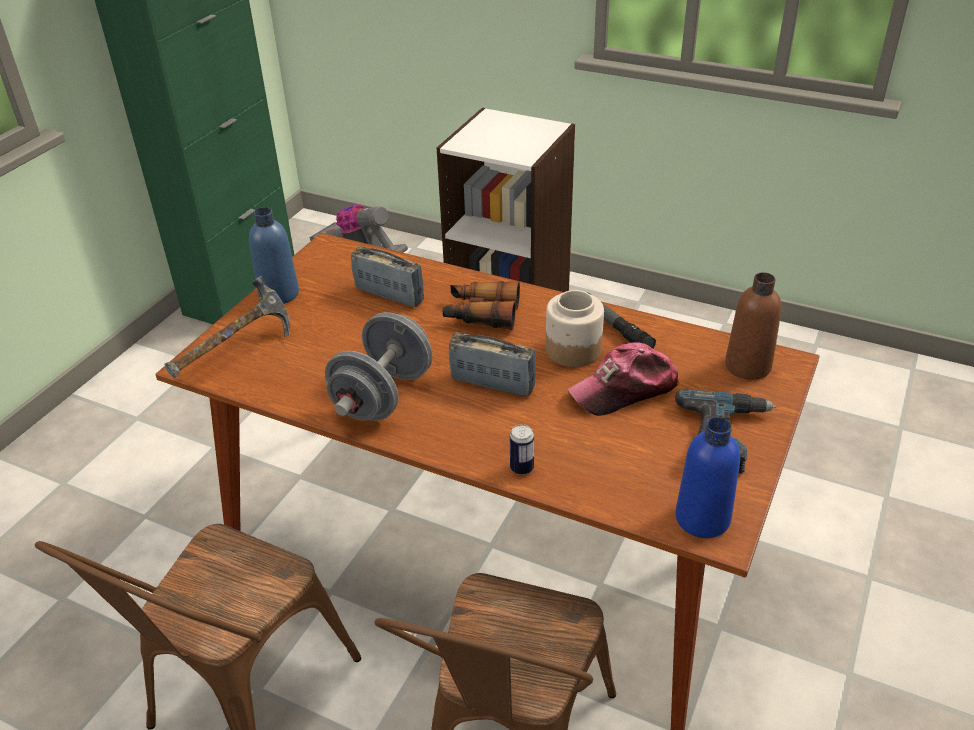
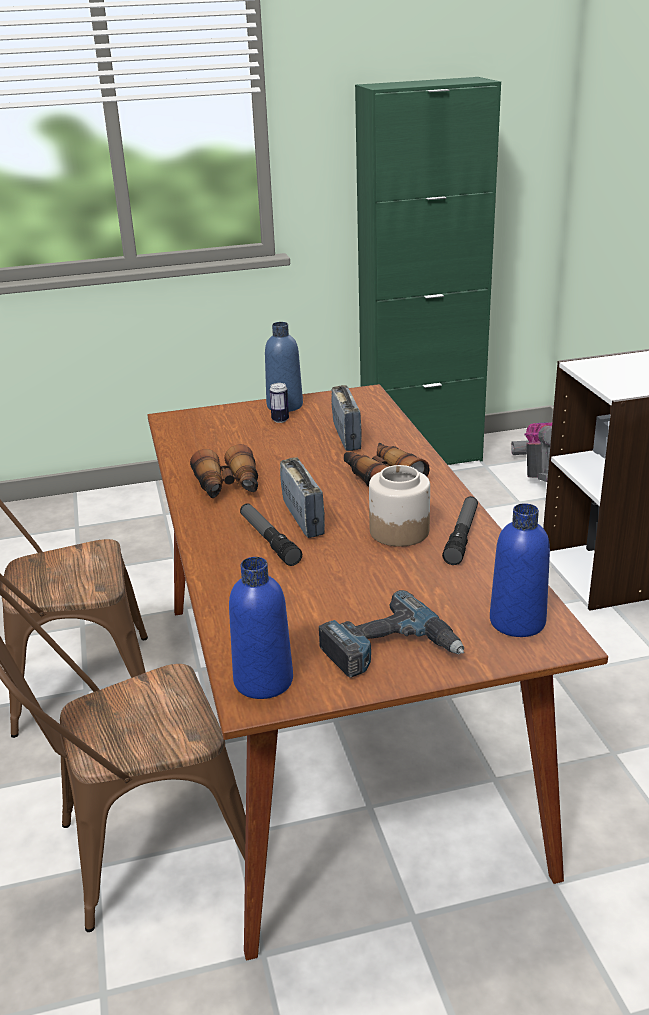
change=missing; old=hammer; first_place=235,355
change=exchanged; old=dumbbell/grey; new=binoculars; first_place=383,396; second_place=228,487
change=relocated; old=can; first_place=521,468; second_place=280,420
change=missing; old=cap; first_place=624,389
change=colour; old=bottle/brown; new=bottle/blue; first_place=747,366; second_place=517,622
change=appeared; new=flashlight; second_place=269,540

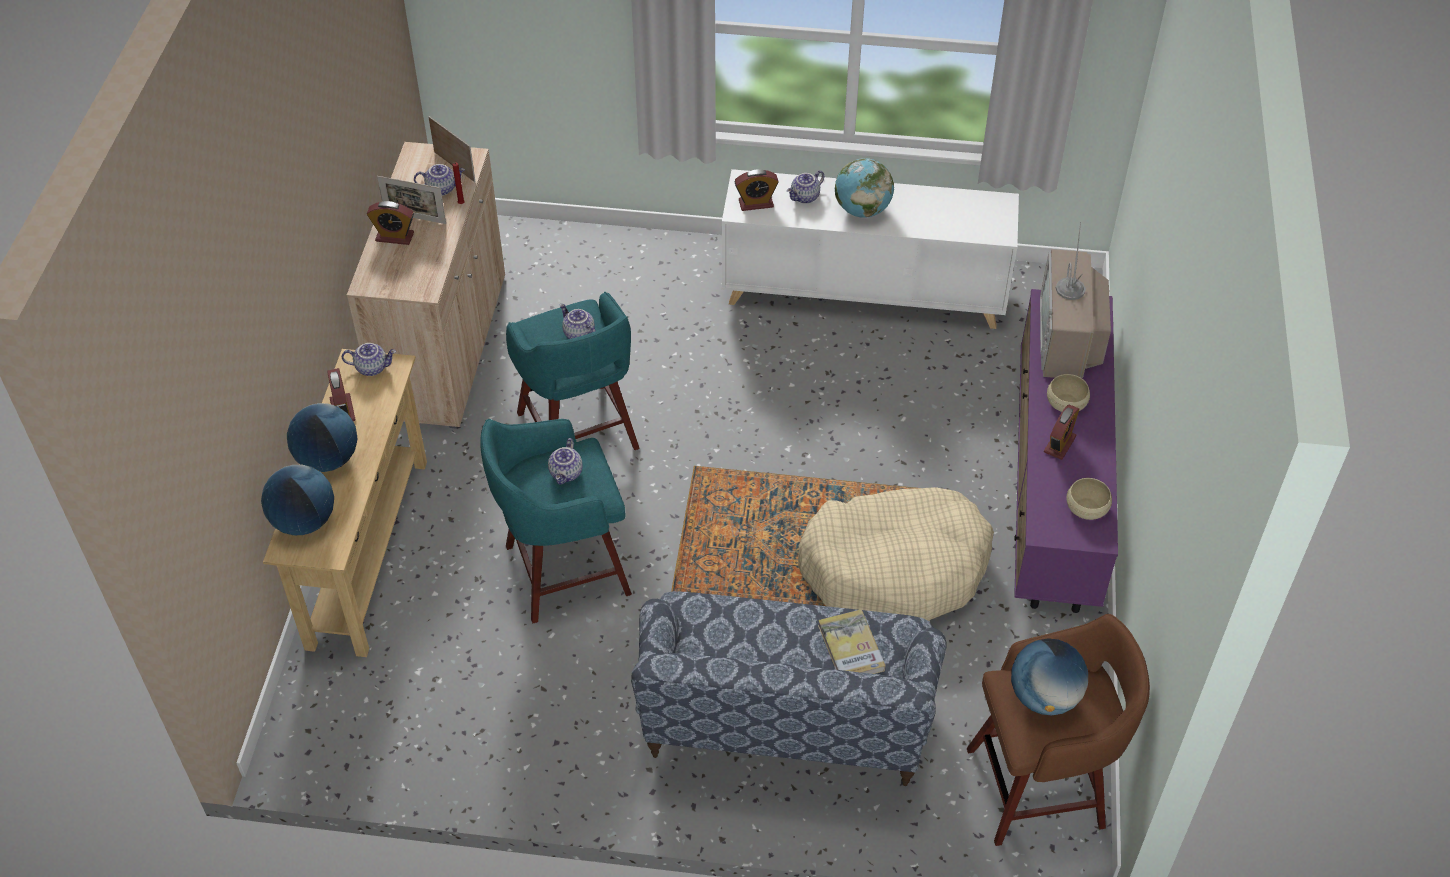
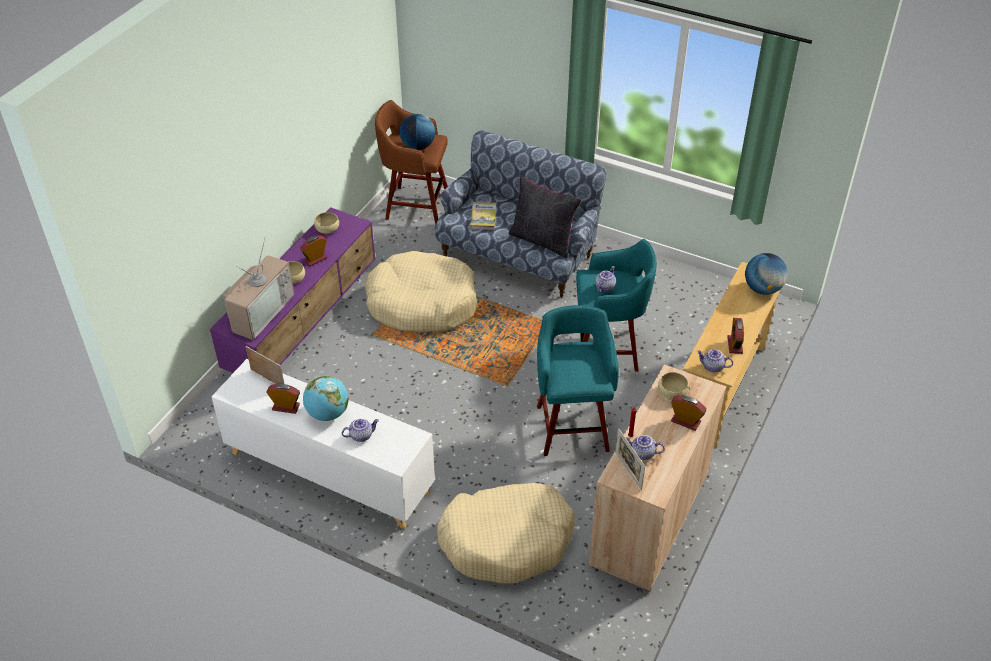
change=missing; old=globe; first_place=328,459
change=relocated; old=picture frame; first_place=415,217; second_place=267,379
change=missing; old=teapot; first_place=578,334
change=relocated; old=alarm clock; first_place=756,203; second_place=286,407
change=appeared; new=dog bed/beige; second_place=507,540
change=appeared; new=pillow/black; second_place=542,240
change=appeared; new=bowl/beige; second_place=672,392

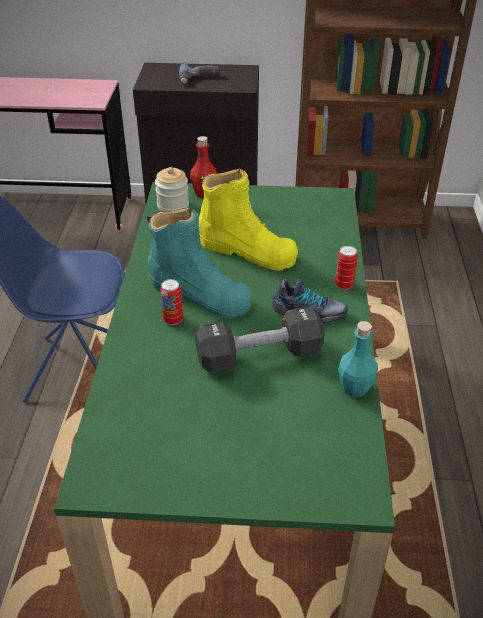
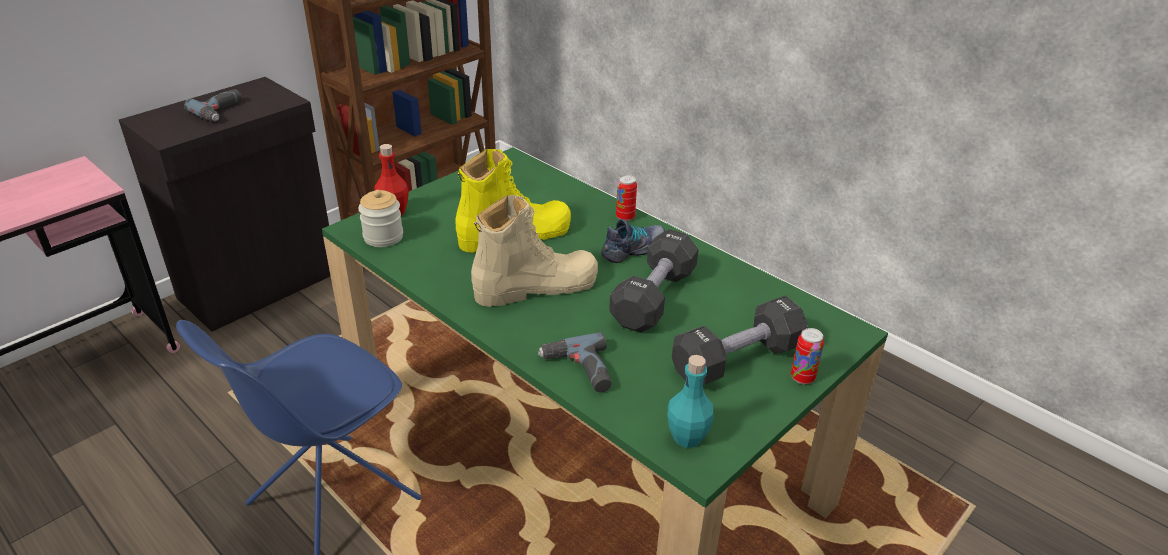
change=colour; old=boot/turquoise; new=boot/beige; first_place=200,294; second_place=536,287
change=relocated; old=can; first_place=173,320; second_place=802,378
change=relocated; old=bottle/turquoise; first_place=354,388; second_place=687,437
change=appeared; new=power drill; second_place=578,371
change=appeared; new=dumbbell/black; second_place=737,360

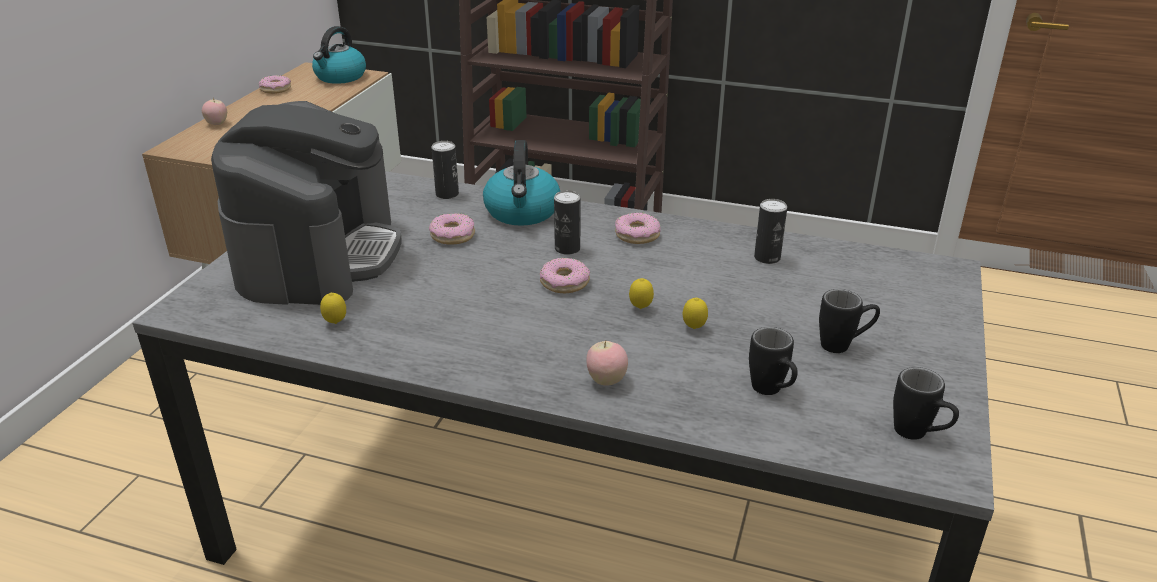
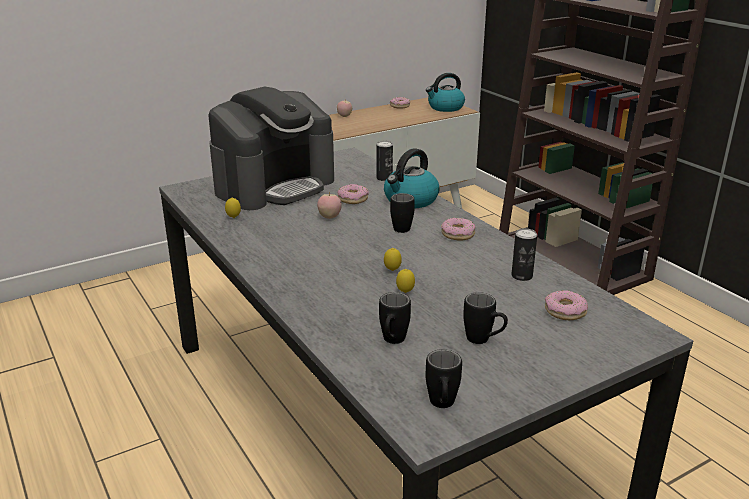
change=relocated; old=donut; first_place=564,282; second_place=565,311
change=exchanged; old=can; new=mug/black; first_place=567,248; second_place=403,226
change=relocated; old=apple; first_place=606,381; second_place=329,217

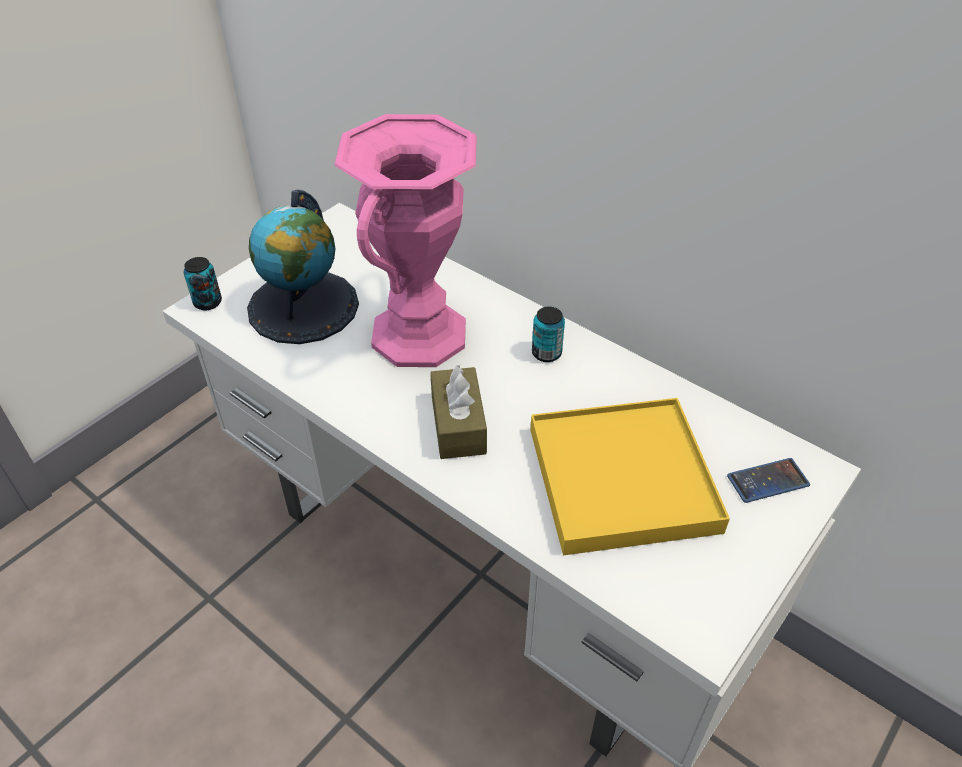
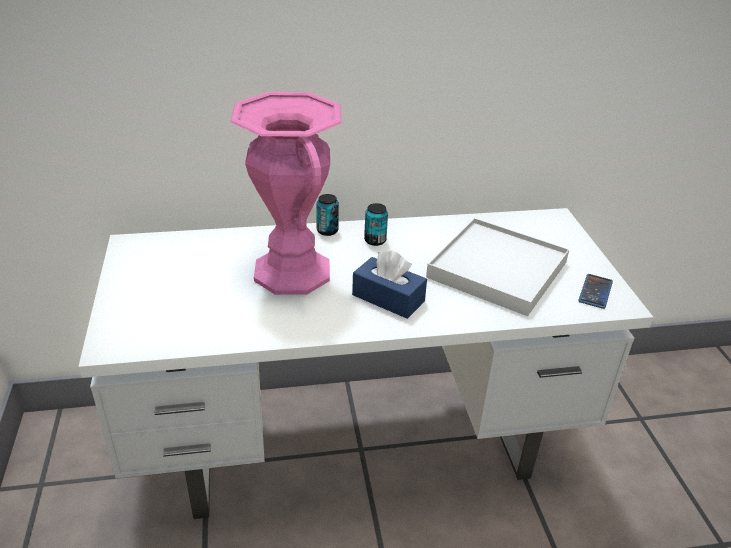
change=relocated; old=can; first_place=208,302; second_place=327,231
change=missing; old=globe; first_place=303,306
change=colour; old=tissue box/brown; new=tissue box/blue; first_place=458,424; second_place=388,298
change=colour; old=tray/yellow; new=tray/white; first_place=622,479; second_place=497,269
change=relocated; old=phone; first_place=767,481; second_place=595,291

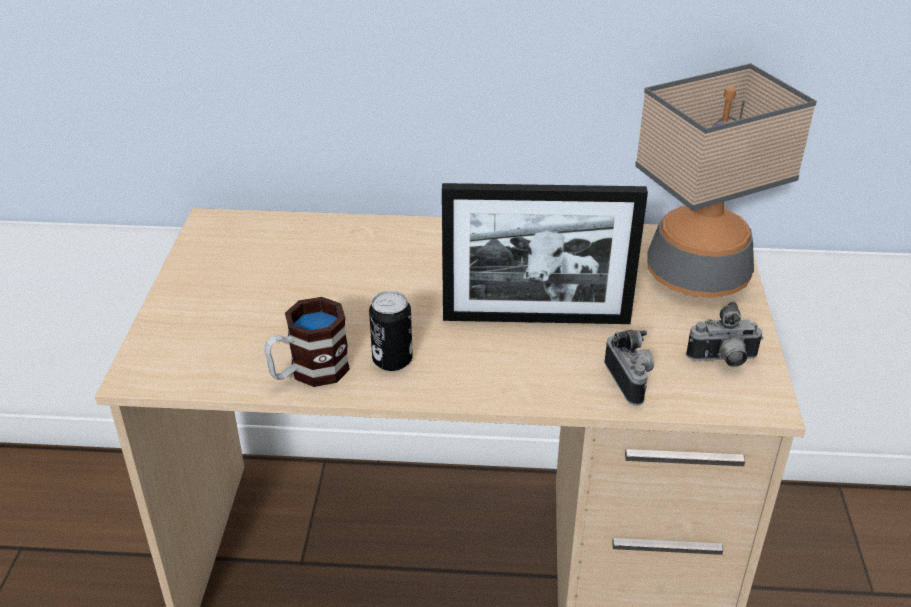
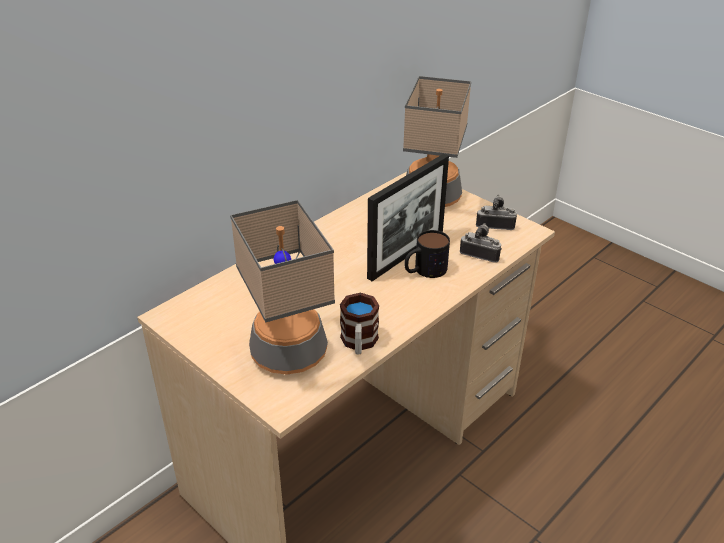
change=missing; old=can; first_place=392,360
change=spun; old=photo camera; first_place=723,361; second_place=495,225; degrees=-120
change=appeared; new=table lamp; second_place=289,353
change=appeared; new=mug; second_place=424,270

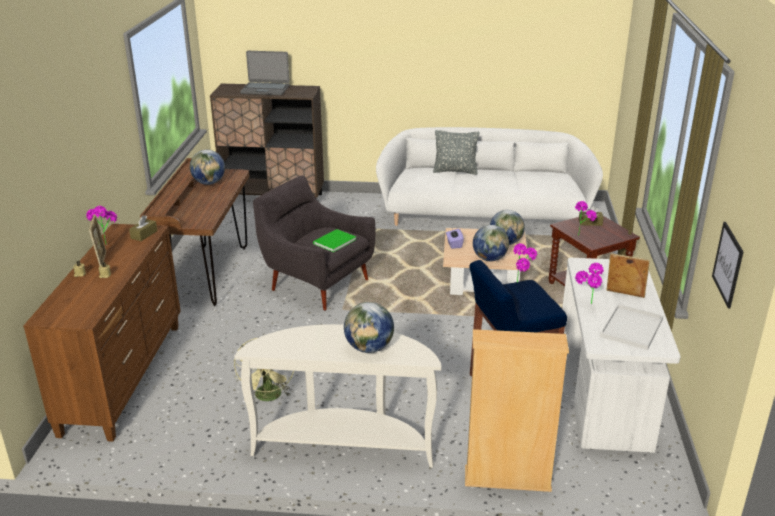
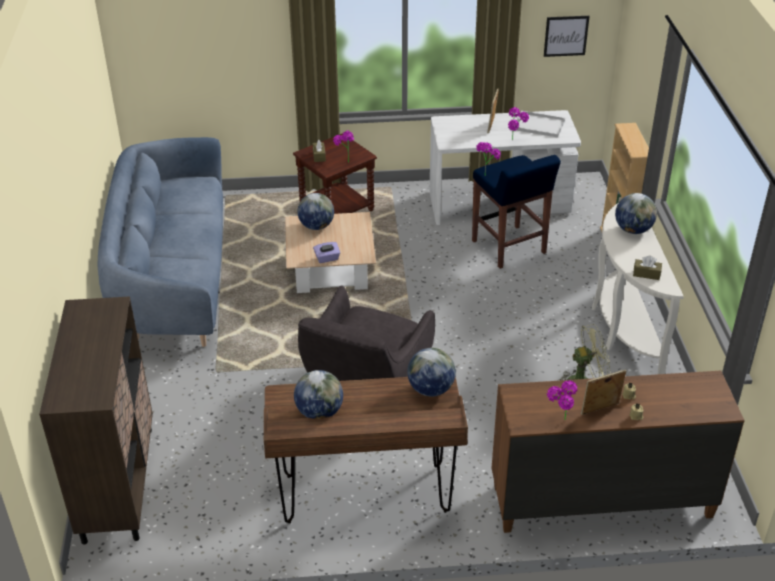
change=relocated; old=tissue box/brown; first_place=144,234; second_place=646,274
change=missing; old=laptop; first_place=265,89
change=missing; old=book/green; first_place=333,242
change=colour; old=sofa/white; new=sofa/blue; first_place=484,216; second_place=174,277
change=missing; old=pillow/grey; first_place=455,171
change=relocated; old=globe; first_place=489,259; second_place=430,389

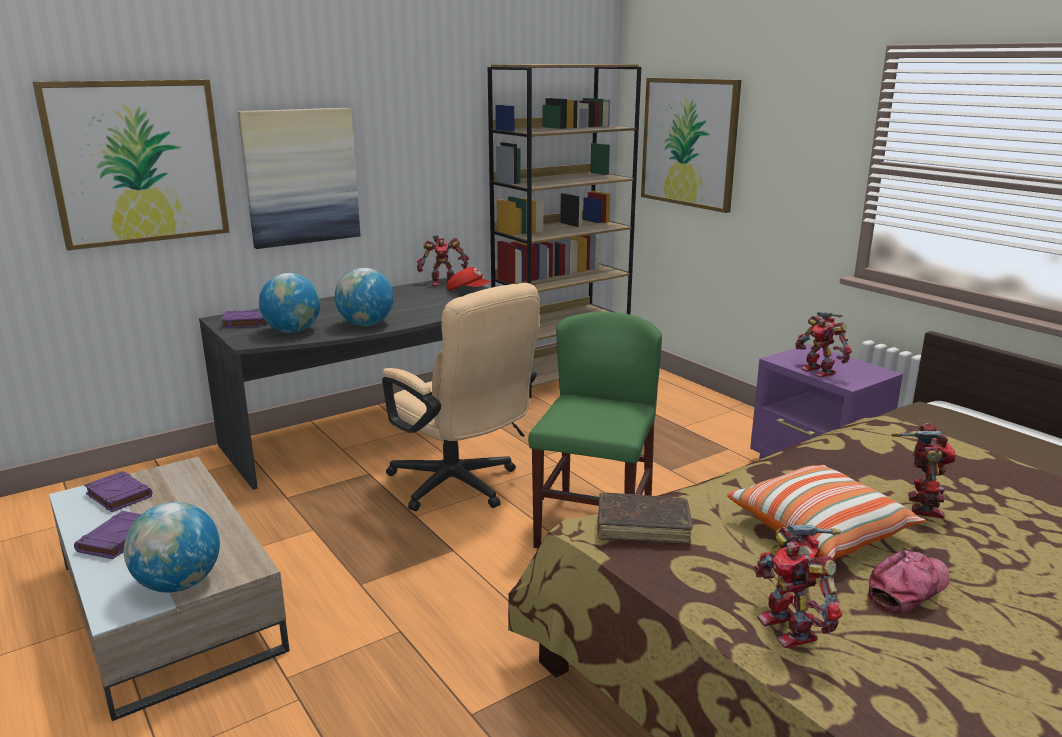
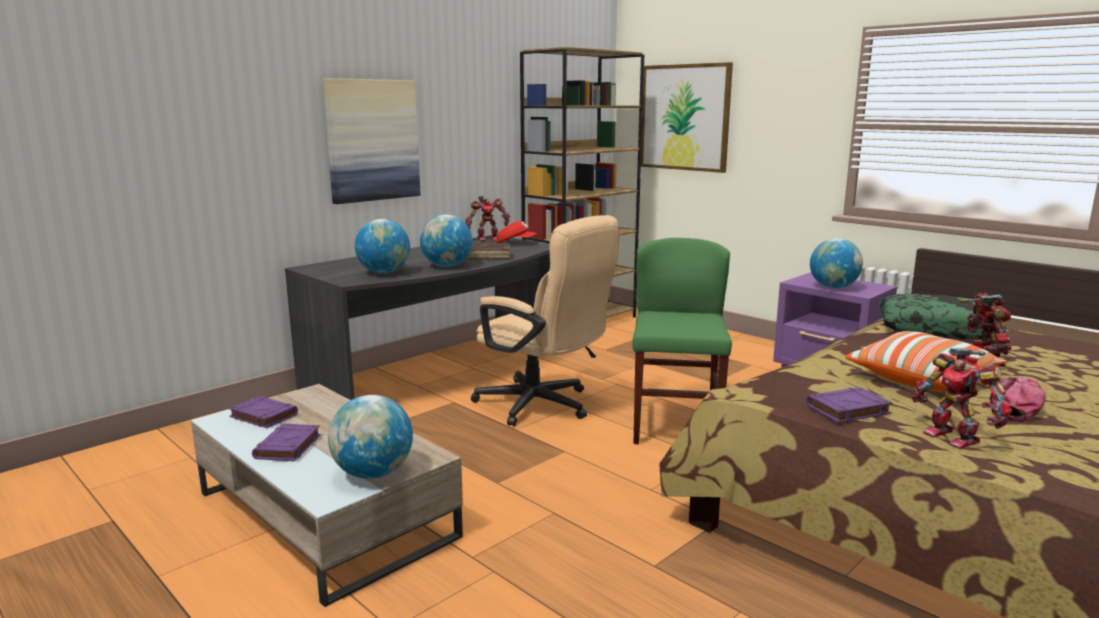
change=missing; old=picture; first_place=138,162
change=relocated; old=book/purple; first_place=247,322; second_place=847,410
change=relocated; old=book/brown; first_place=643,527; second_place=485,256
change=exchanged; old=toy robot; new=globe; first_place=819,371; second_place=833,287
change=appeared; new=pillow; second_place=936,329

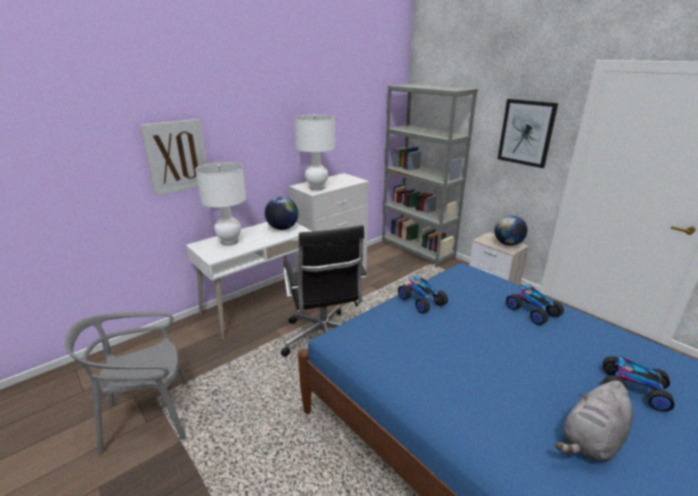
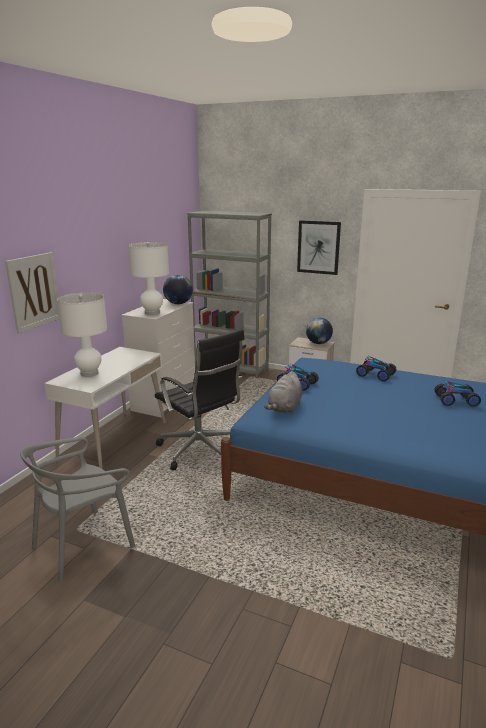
change=relocated; old=globe; first_place=282,228; second_place=178,303
change=relocated; old=plush toy/grey; first_place=591,440; second_place=285,408

